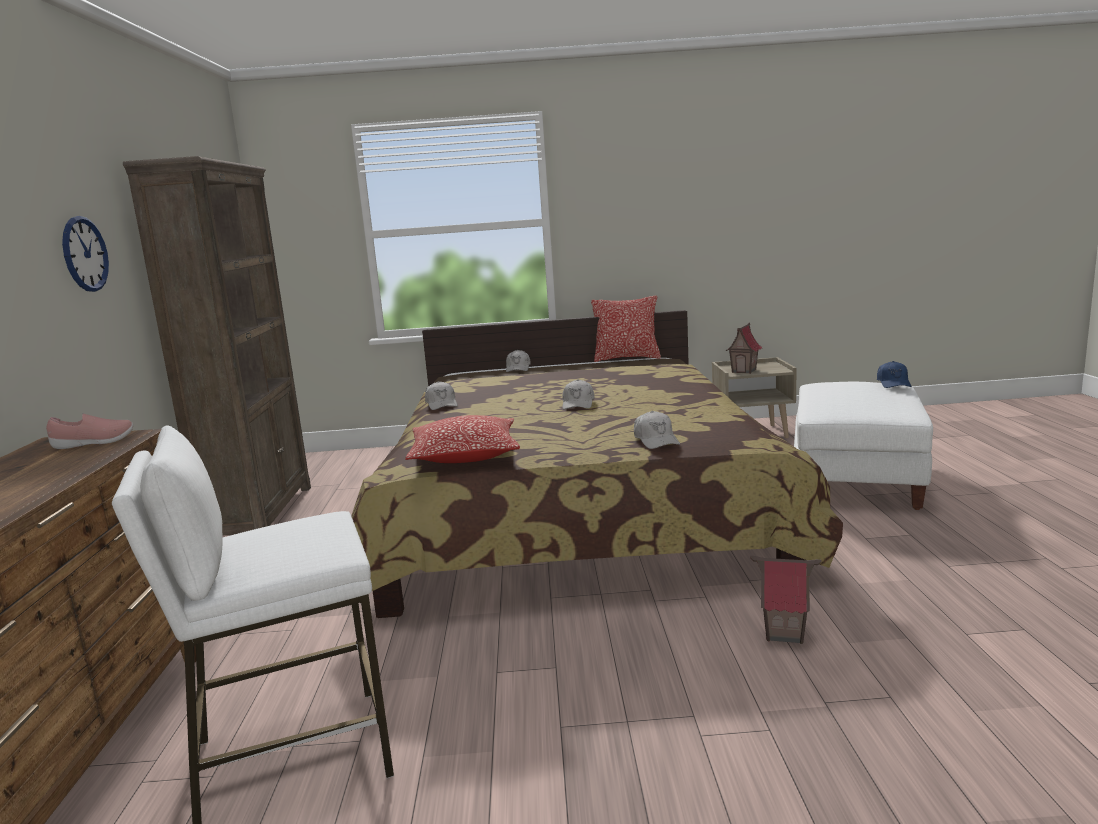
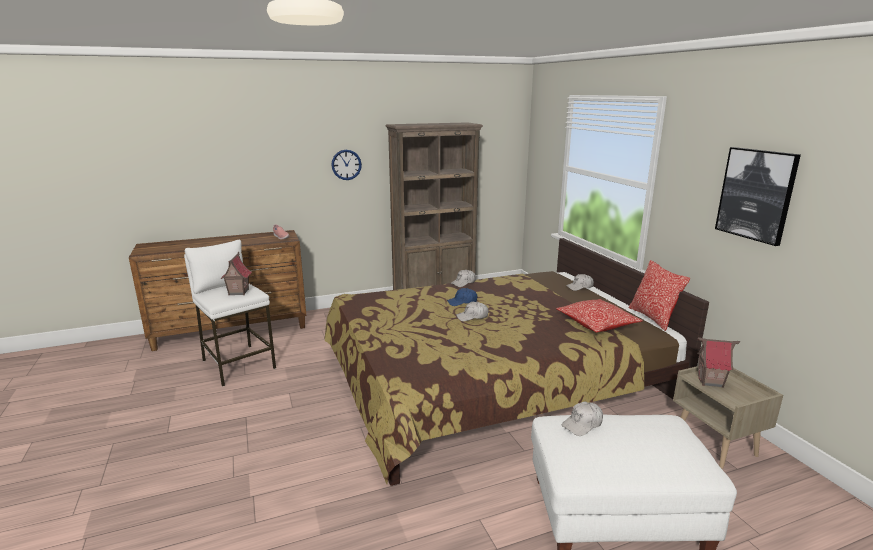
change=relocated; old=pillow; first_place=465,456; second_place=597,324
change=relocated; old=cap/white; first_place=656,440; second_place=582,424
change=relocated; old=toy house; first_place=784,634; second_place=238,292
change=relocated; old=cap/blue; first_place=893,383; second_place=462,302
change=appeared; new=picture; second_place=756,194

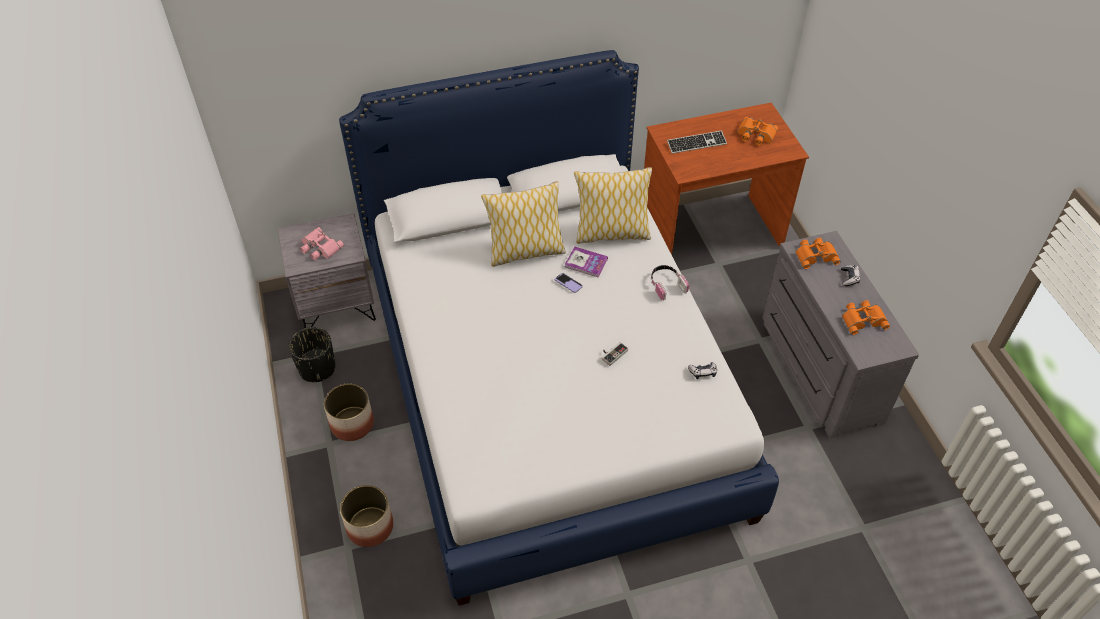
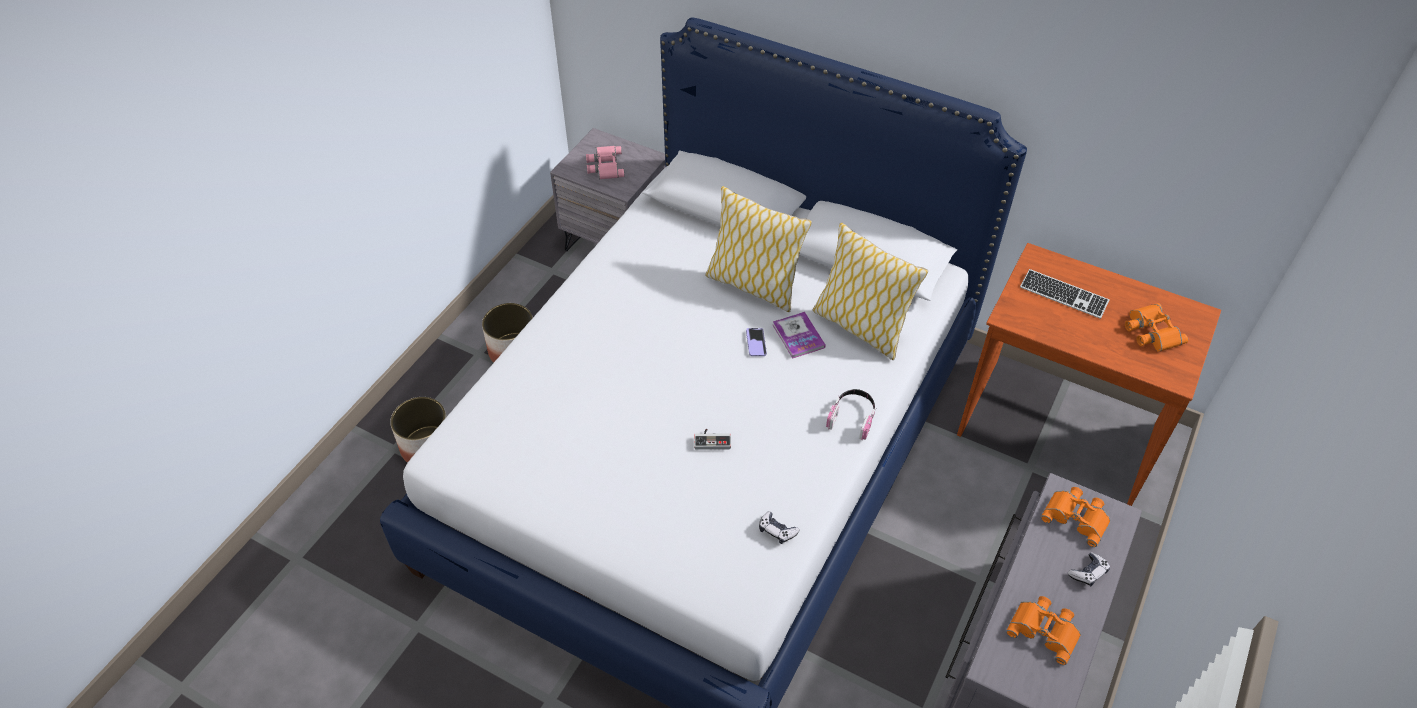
change=missing; old=planter/black; first_place=317,368

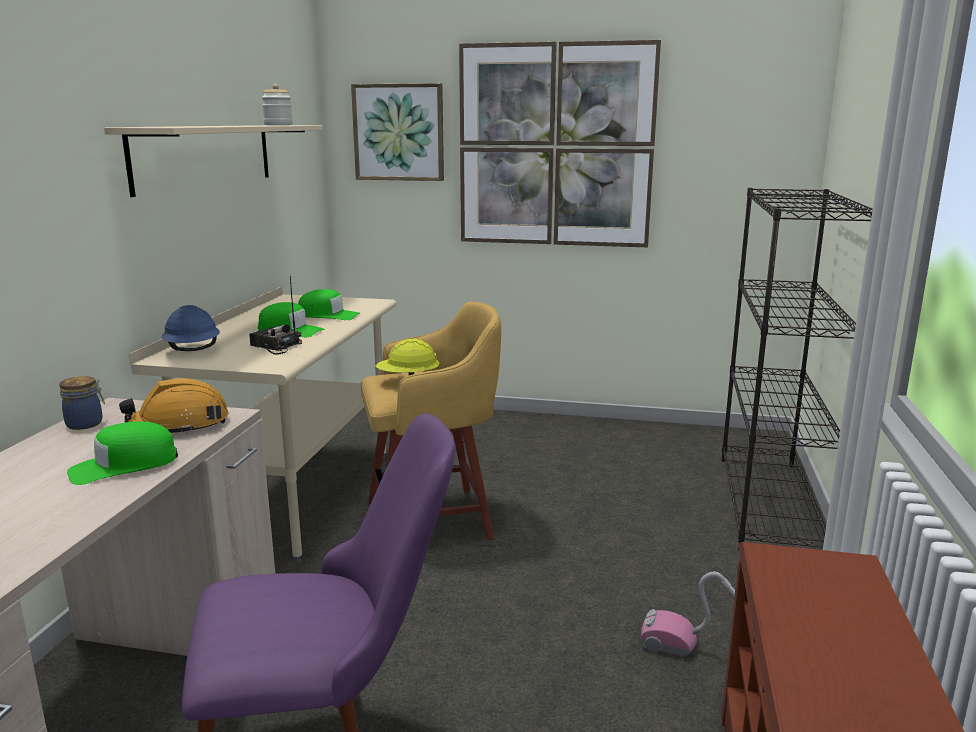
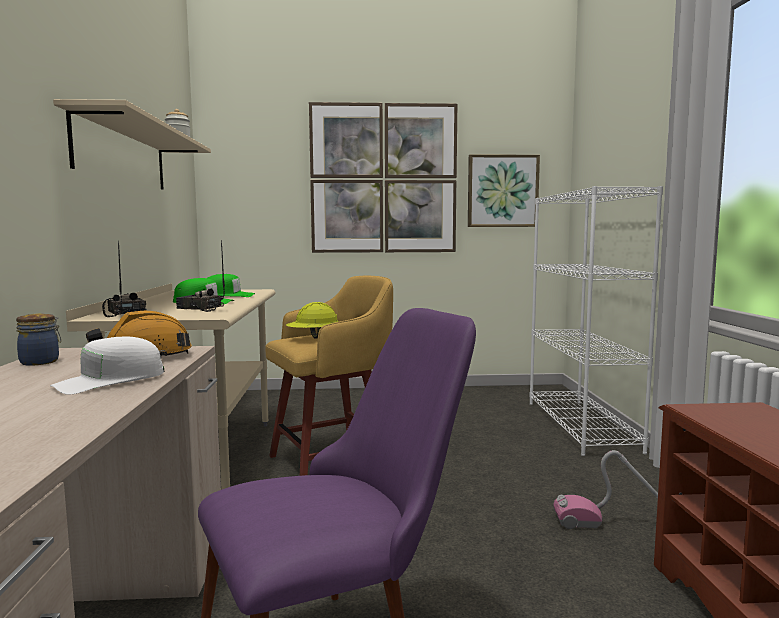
change=colour; old=cap/green; new=cap/white; first_place=124,466; second_place=110,381
change=exchanged; old=hard hat/blue; new=radio; first_place=193,351; second_place=123,313
change=relocated; old=picture; first_place=399,132; second_place=502,191
change=colour; old=bookcase/black; new=bookcase/white; first_place=769,504; second_place=581,426

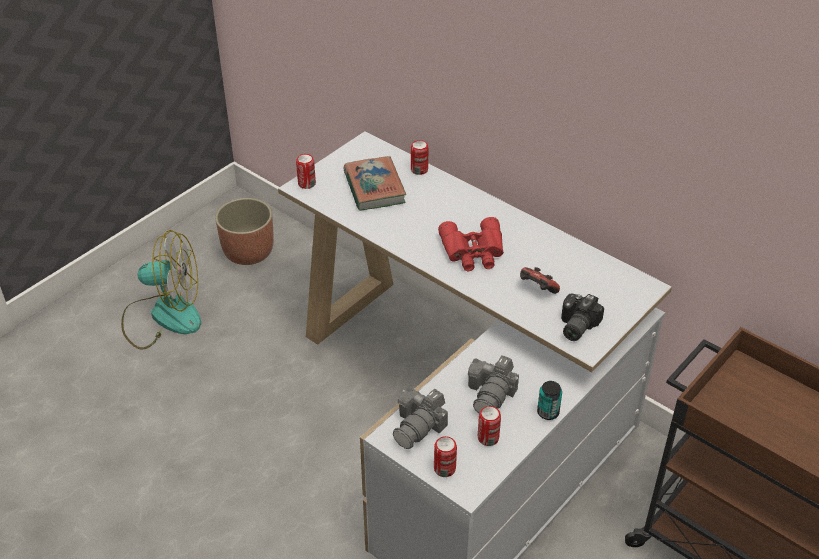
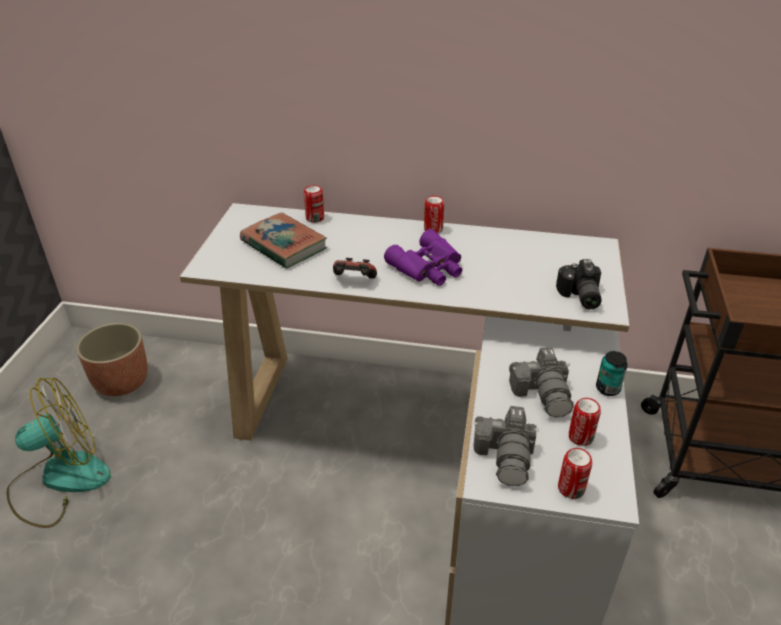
change=relocated; old=can; first_place=307,184; second_place=433,229
change=colour; old=binoculars/red; new=binoculars/purple; first_place=473,252; second_place=429,268
change=relocated; old=game controller; first_place=536,289; second_place=354,281

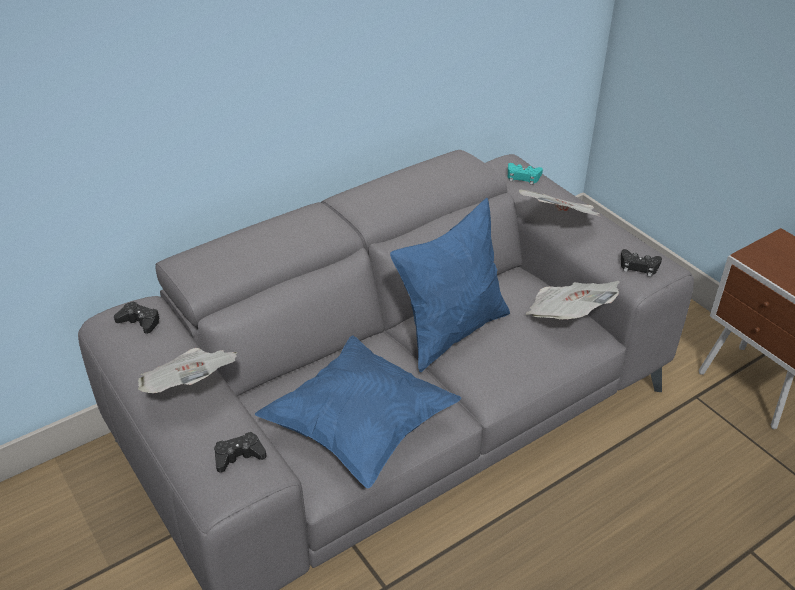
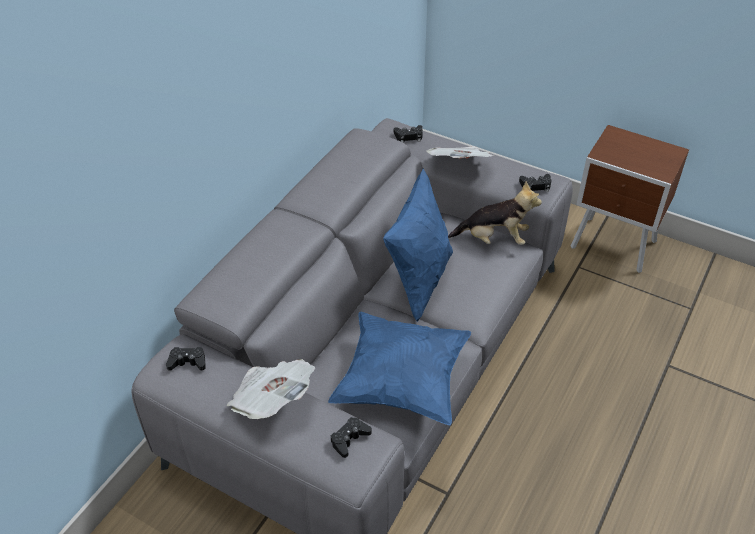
change=colour; old=game controller/turquoise; new=game controller/black; first_place=523,177; second_place=409,136
change=exchanged; old=newspaper; new=plush toy; first_place=568,315; second_place=494,239

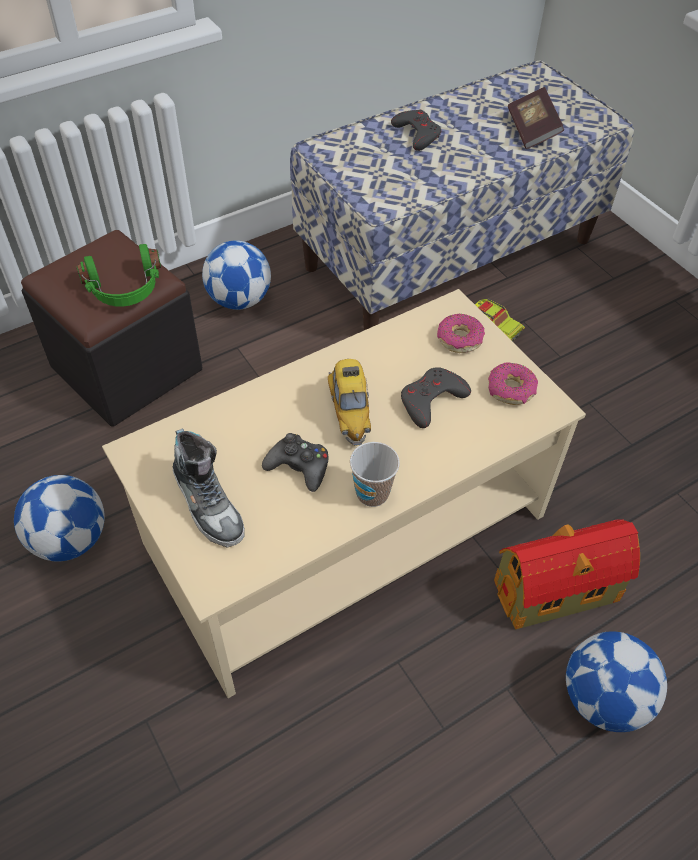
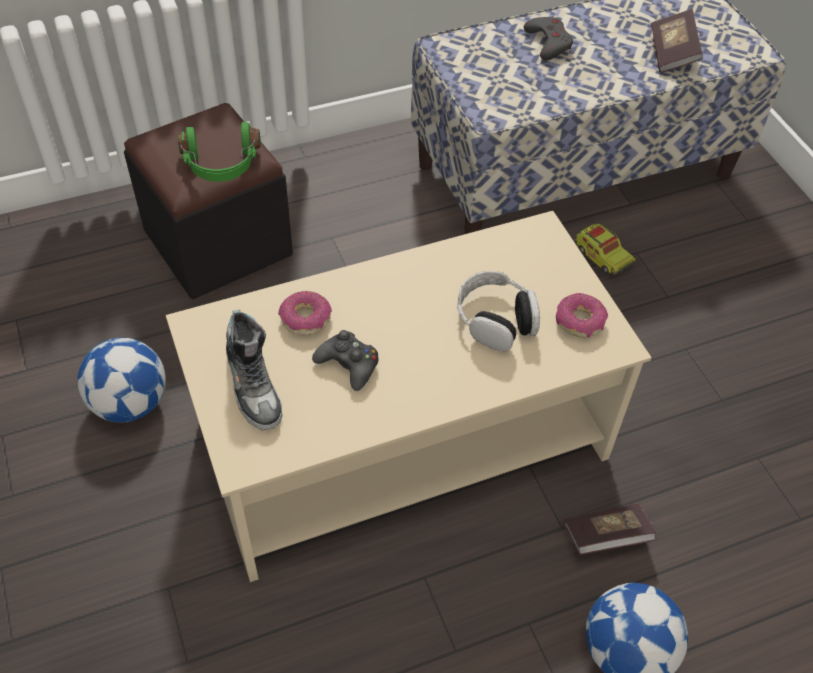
change=missing; old=football; first_place=239,300
change=missing; old=toy car; first_place=349,412
change=missing; old=cup; first_place=372,493
change=exchanged; old=game controller/grey; new=headphones; first_place=431,400; second_place=496,320
change=relocated; old=donut; first_place=459,339; second_place=305,318
change=exchanged; old=toy house; new=book; first_place=558,591; second_place=606,537

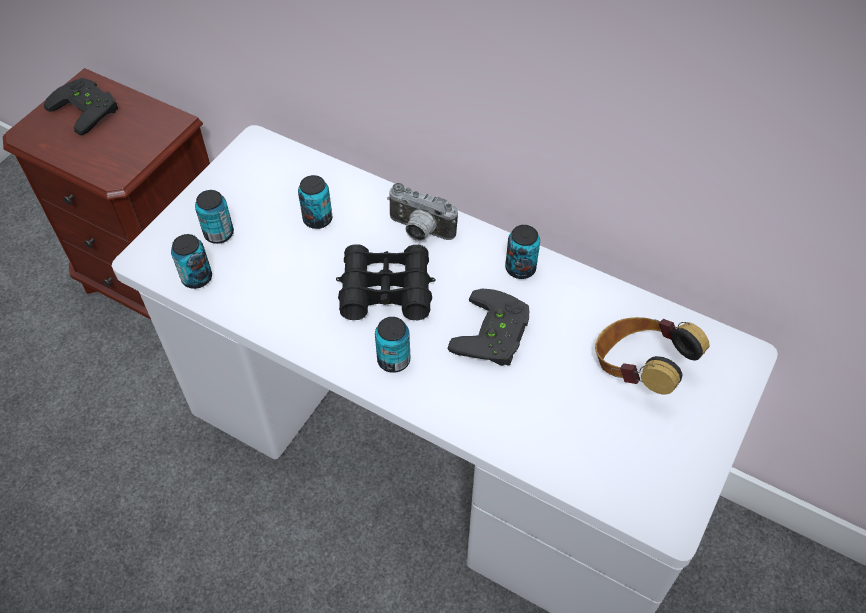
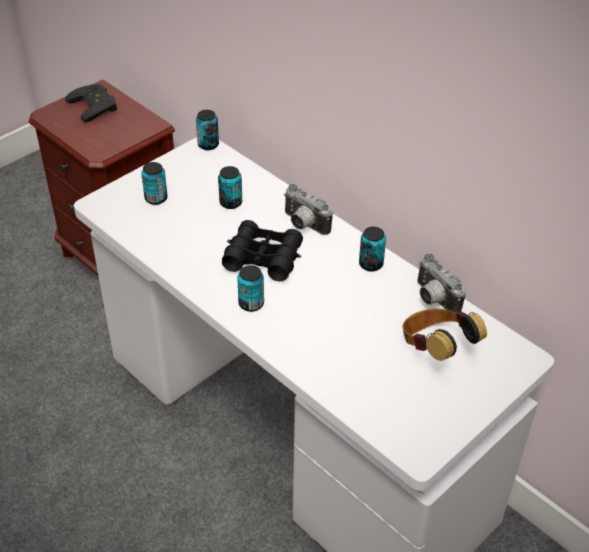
change=relocated; old=can; first_place=197,278; second_place=208,145
change=missing; old=game controller/black; first_place=496,334
change=appeared; new=photo camera; second_place=433,299

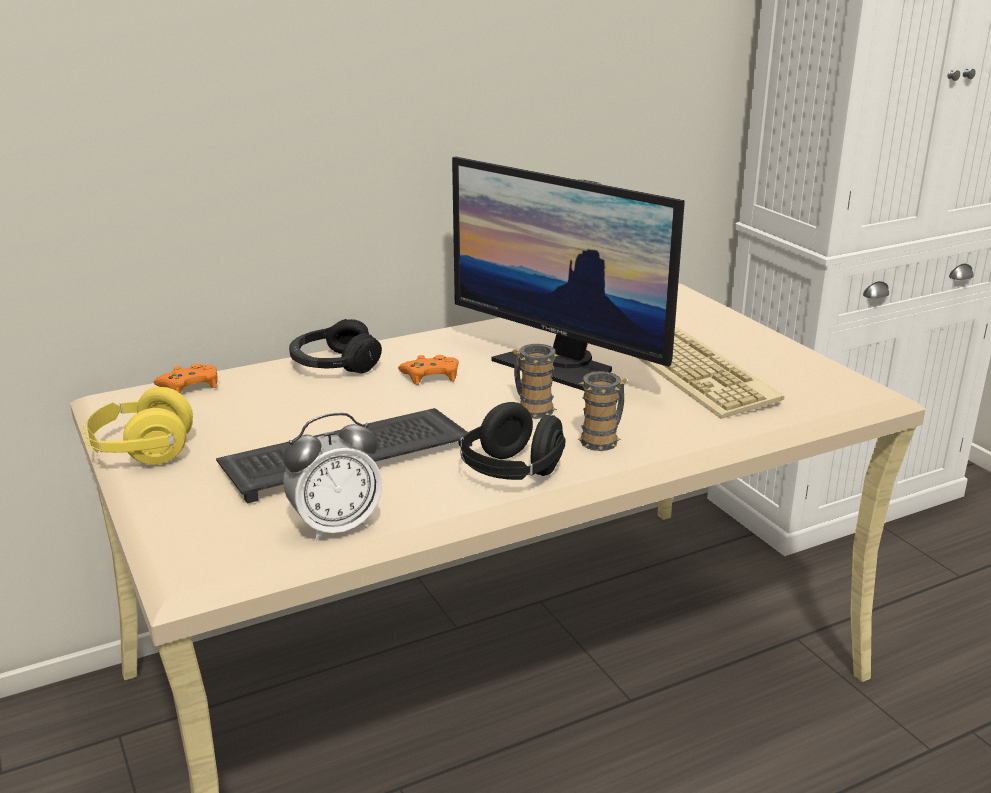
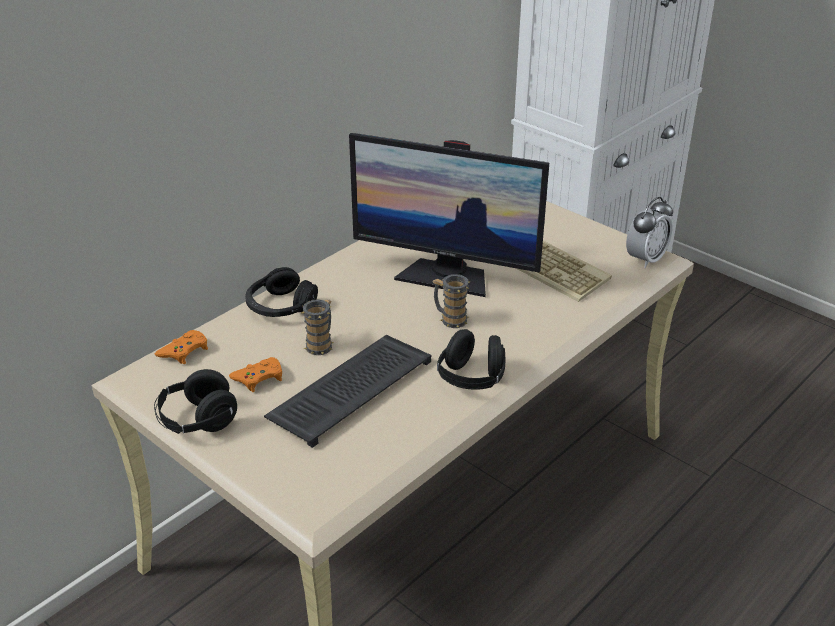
change=colour; old=headphones/yellow; new=headphones/black; first_place=141,452; second_place=197,421
change=relocated; old=alarm clock; first_place=336,526; second_place=645,259
change=relocated; old=game controller/orange; first_place=431,376; second_place=259,378
change=relocated; old=mug; first_place=603,439; second_place=321,344

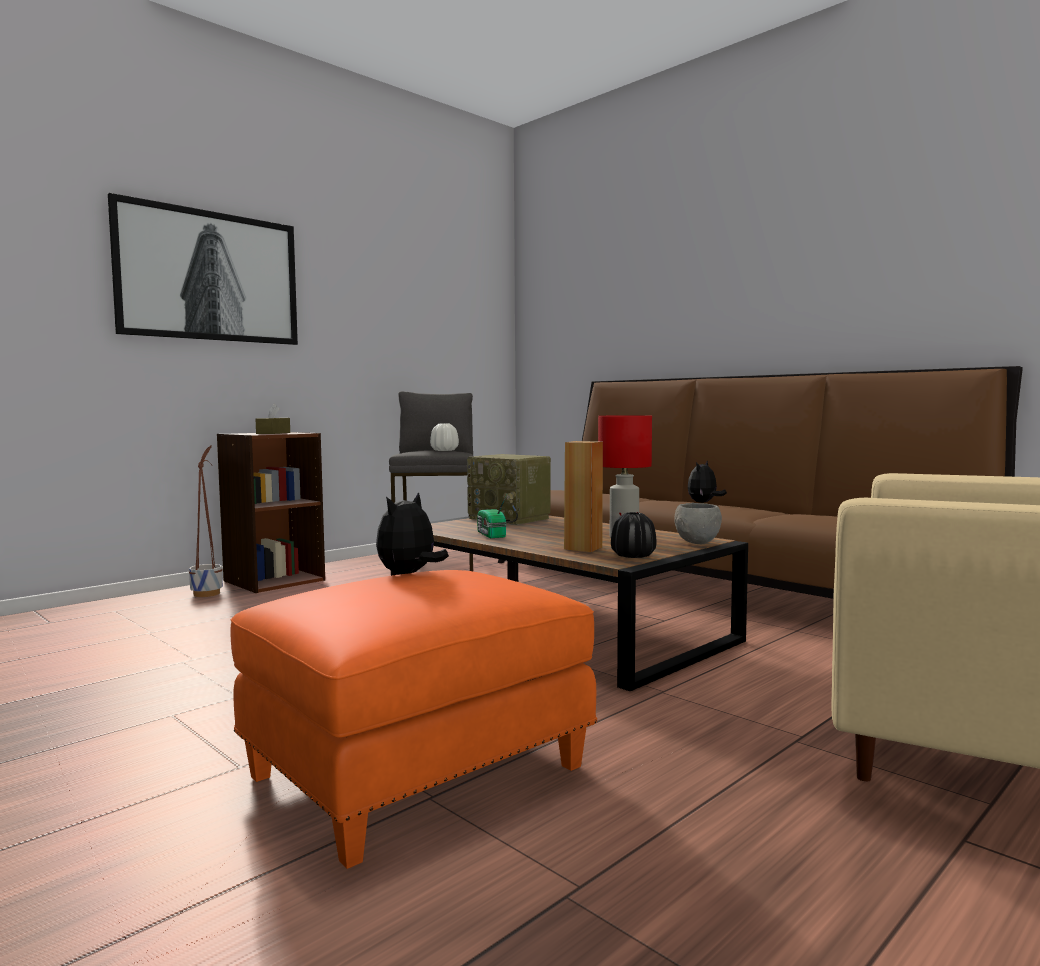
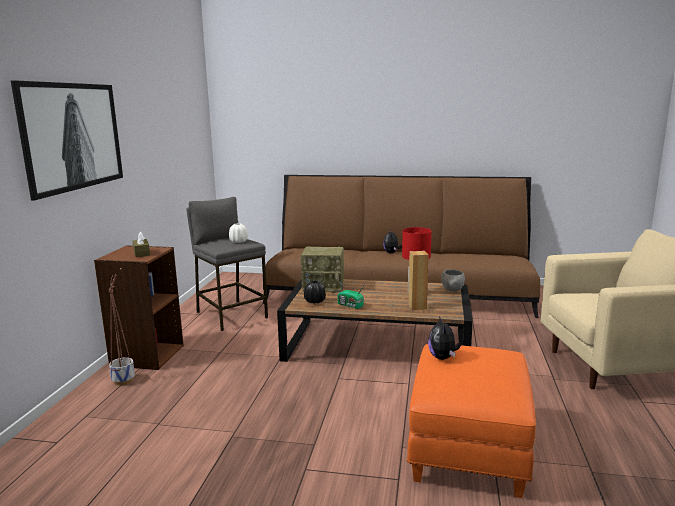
change=relocated; old=vase/black; first_place=633,556; second_place=315,301

